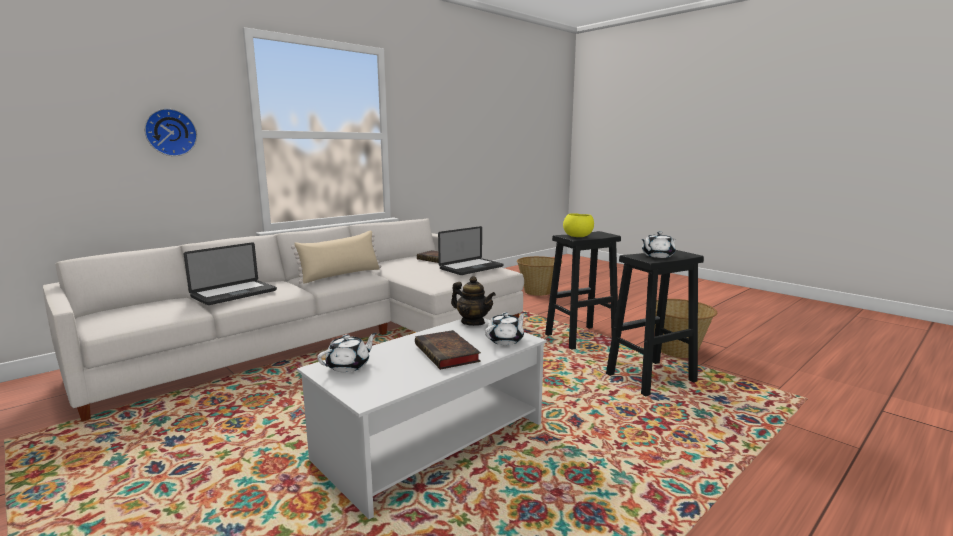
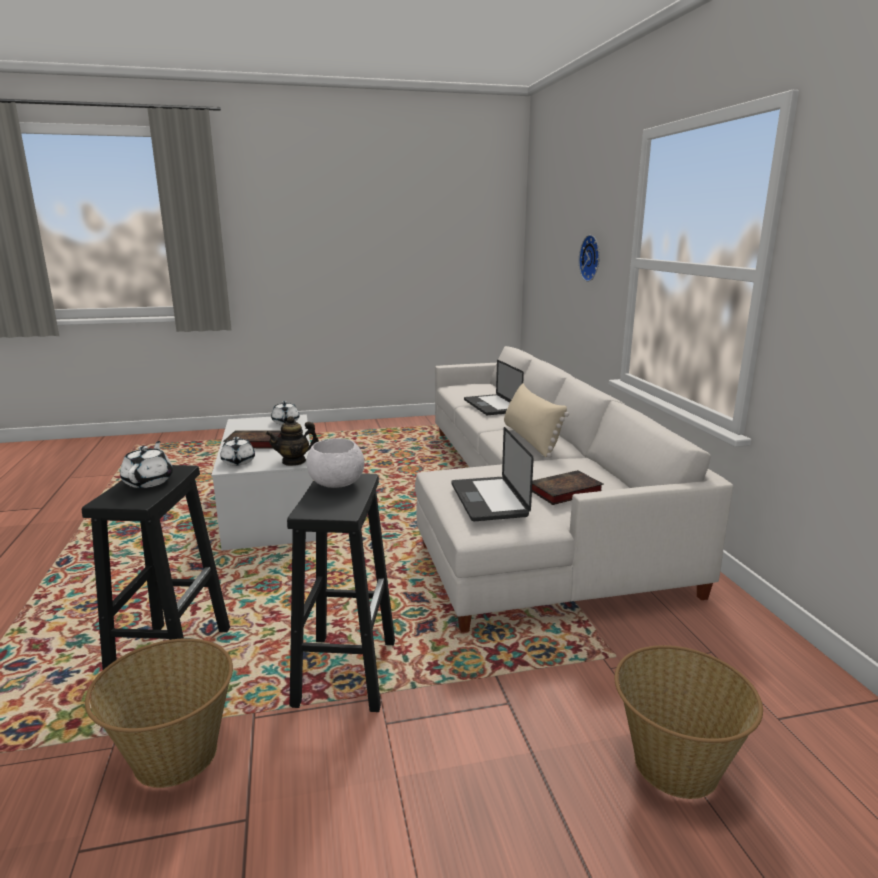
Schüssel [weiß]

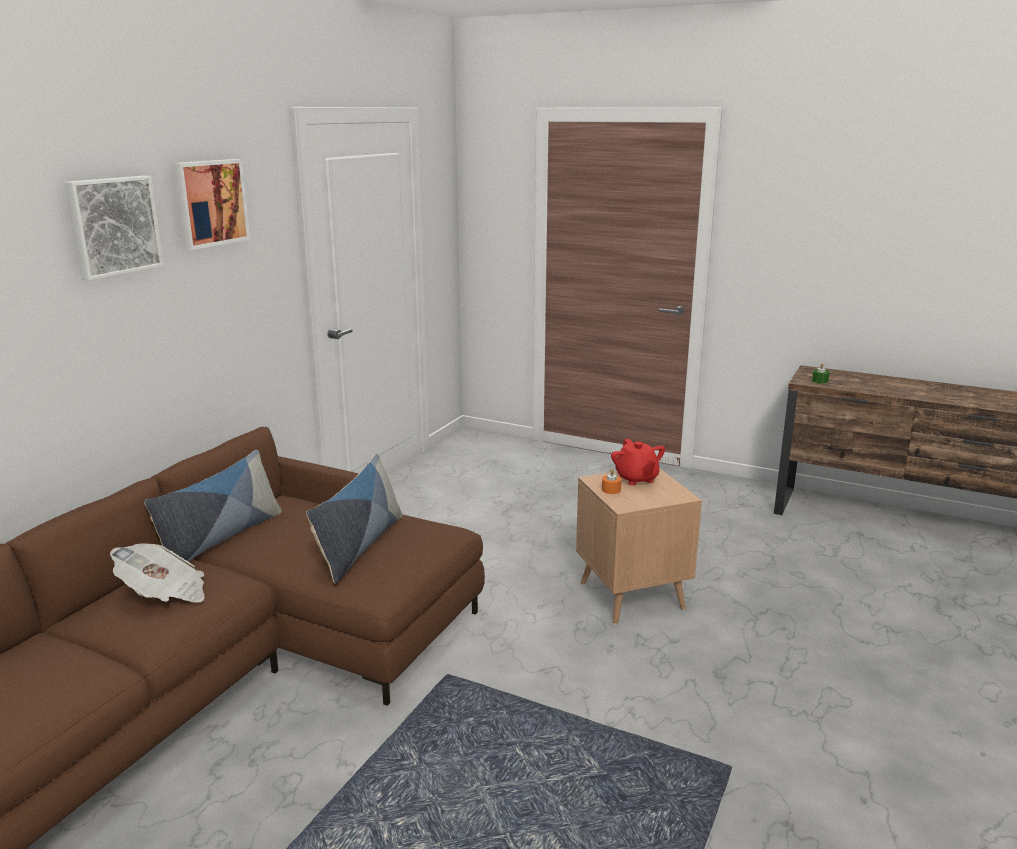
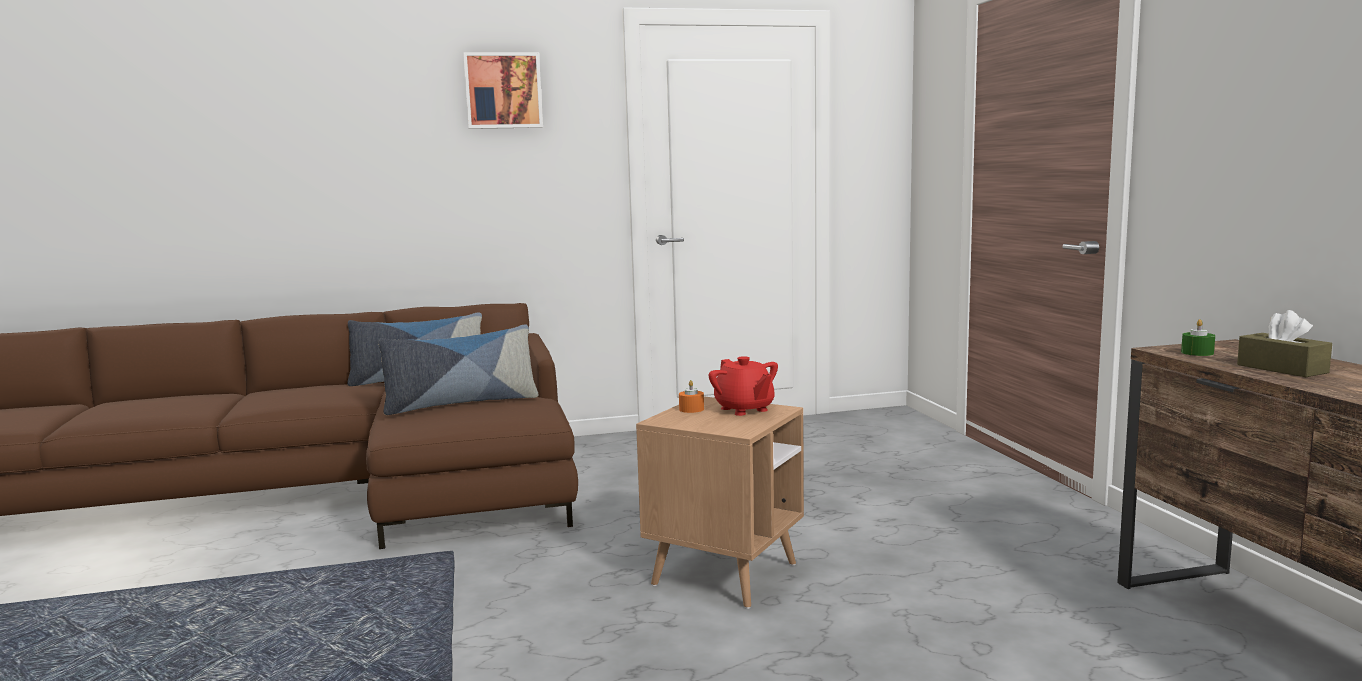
Bild (no. 1 from left in the first image)
Zeitung
Teekanne [rot]
Taschentuchbox [braun]

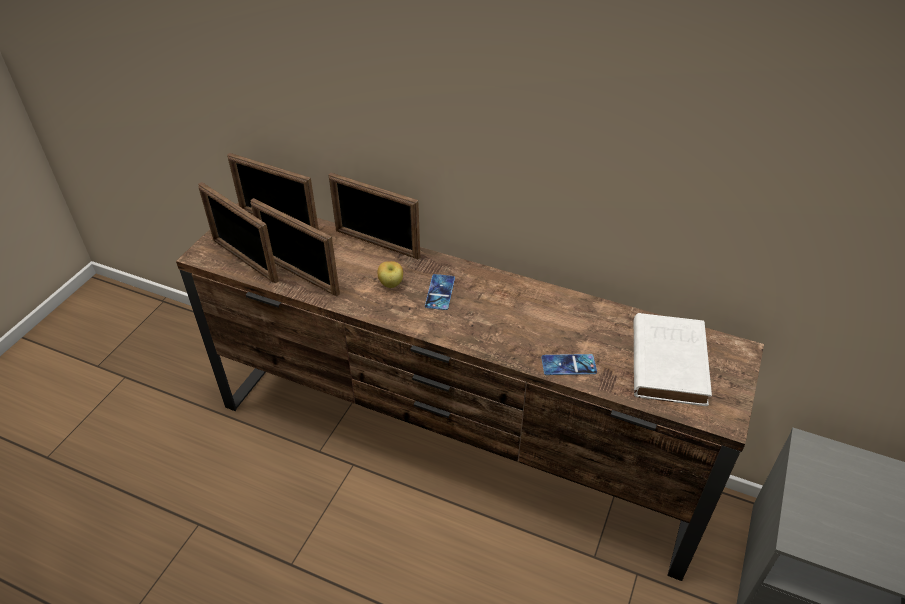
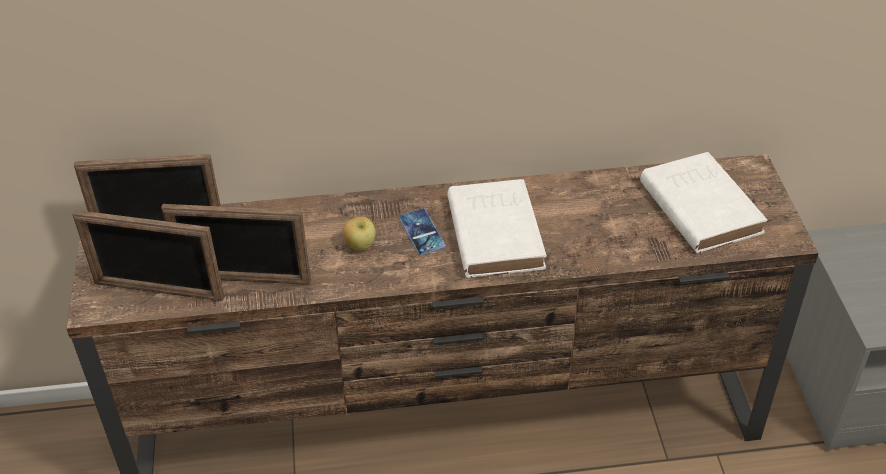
Bilderrahmen (no. 4 from left in the first image)
Handy (no. 2 from left in the first image)
Buch [weiß] (no. 1 from left)

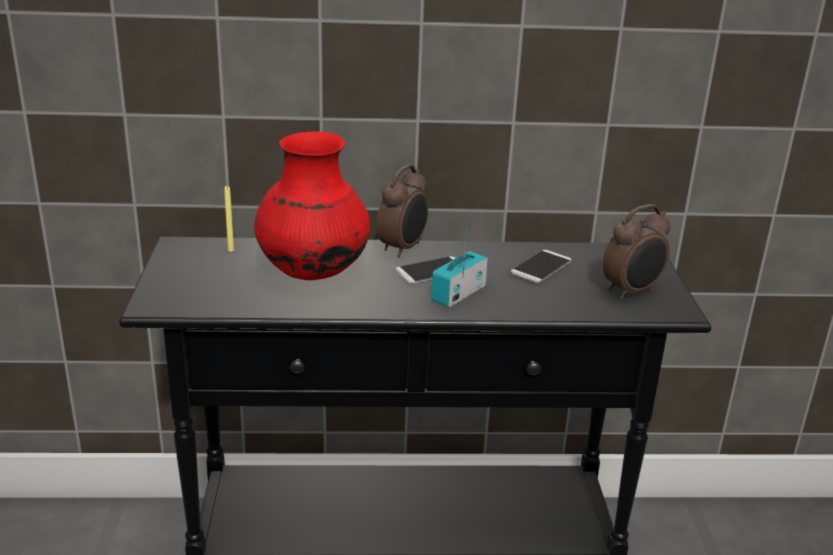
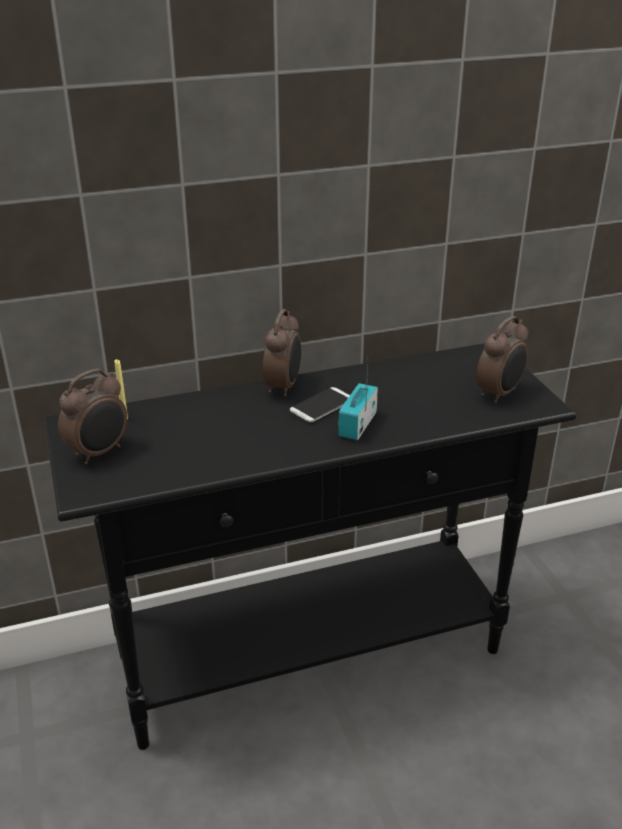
Vase [rot]
Handy (no. 2 from left in the first image)
Wecker (no. 1 from left)

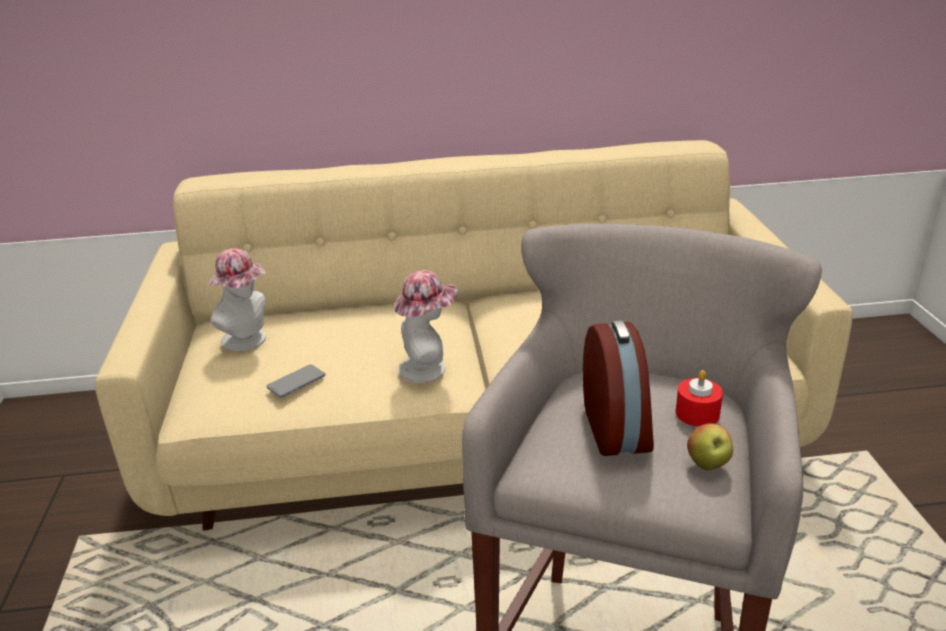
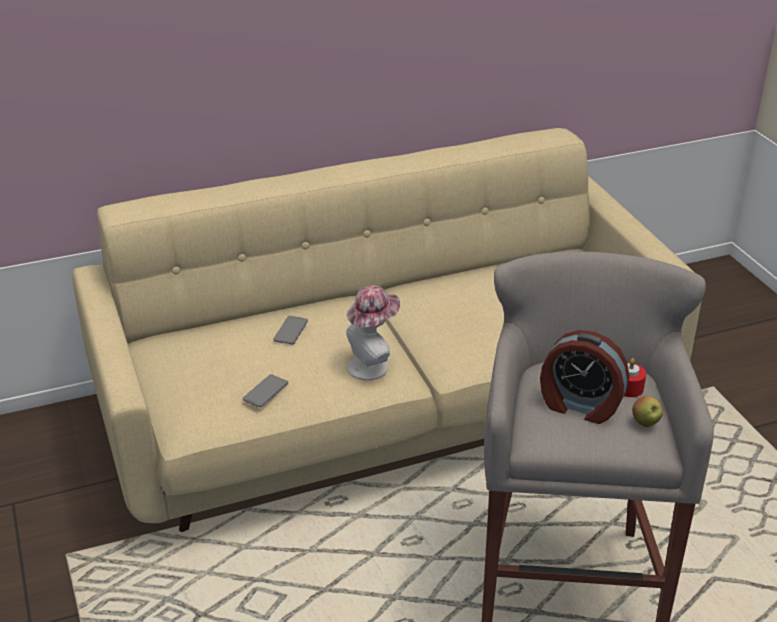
Hut (no. 1 from left in the first image)
Wecker
Handy (no. 2 from left)

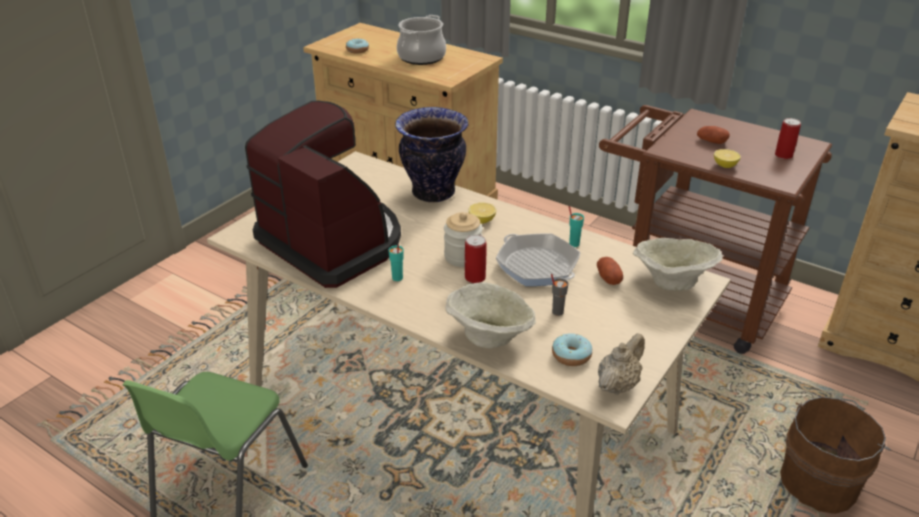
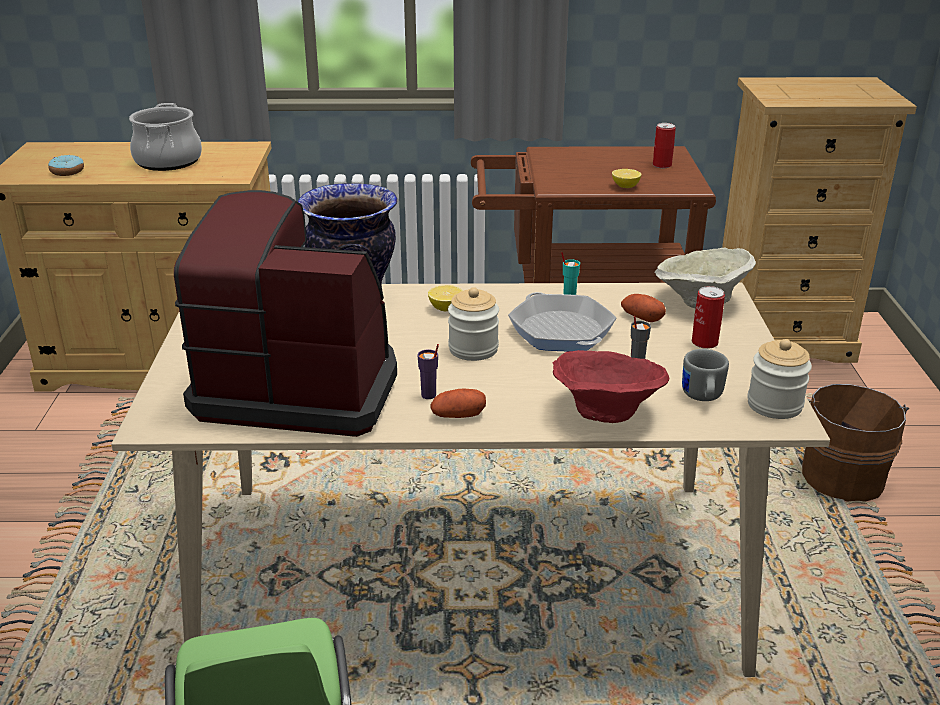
Tasse [lila]
Schüssel [rot]
Dose (no. 2 from left)
Pfanne
Henkelbecher [grau]
Vorratsglas (no. 2 from left)
Kartoffel (no. 1 from left)

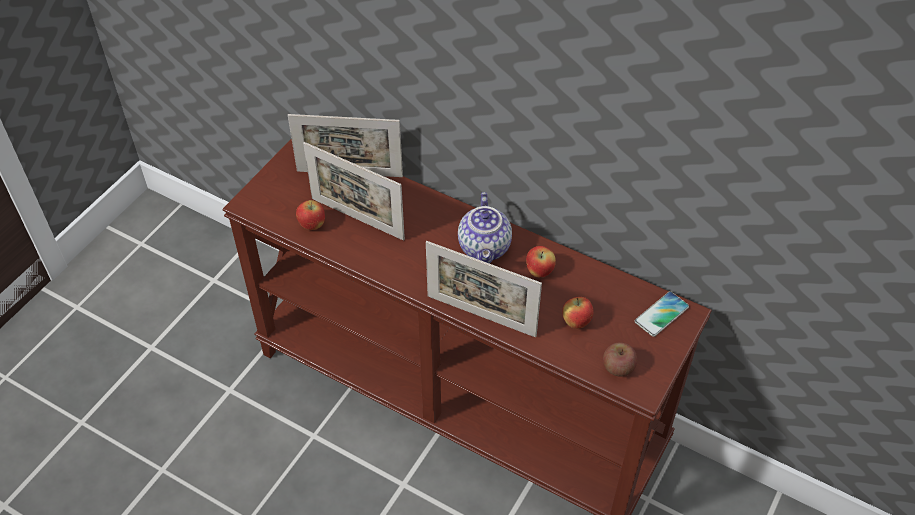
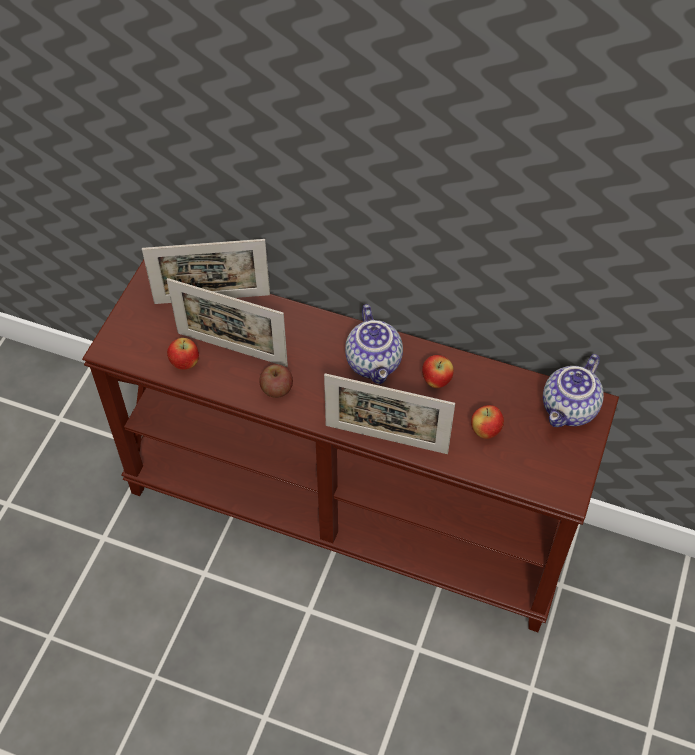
Apfel (no. 2 from left)
Teekanne (no. 2 from left)

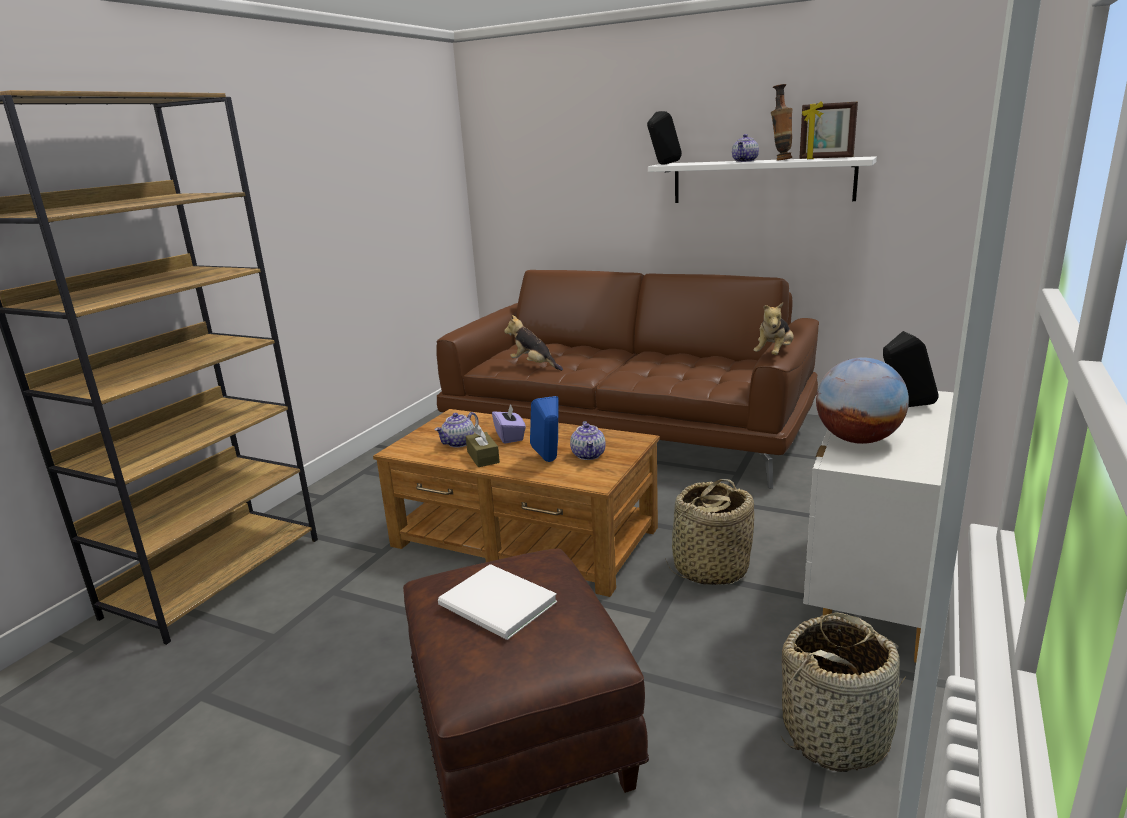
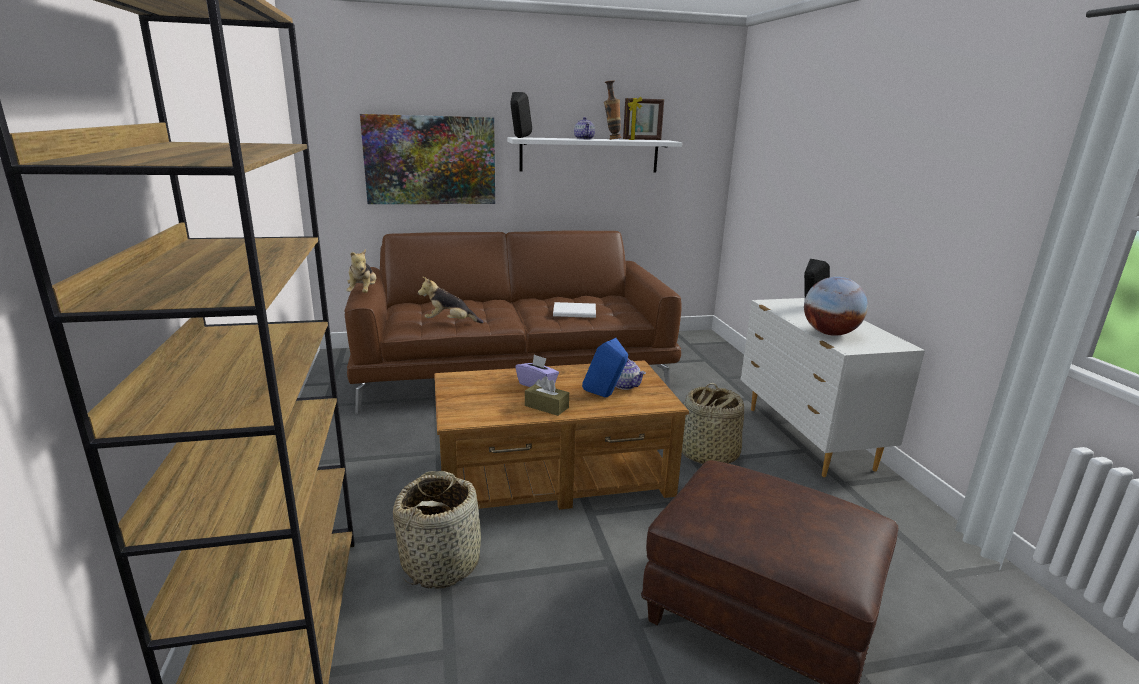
Teekanne (no. 1 from left in the first image)
Buch [weiß]
Plüschtier (no. 1 from left)
Korb (no. 1 from left)
Bild

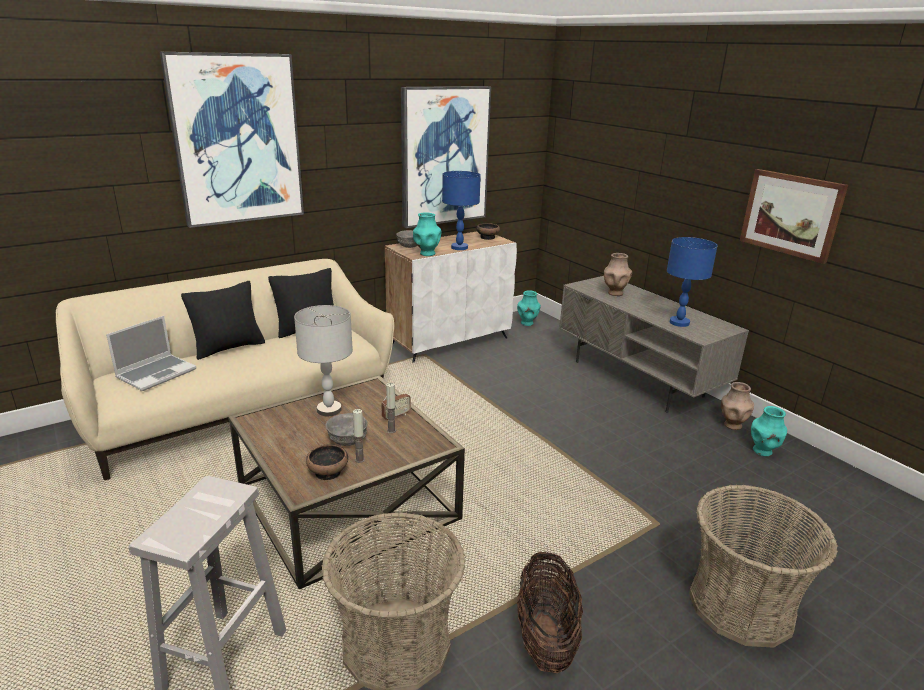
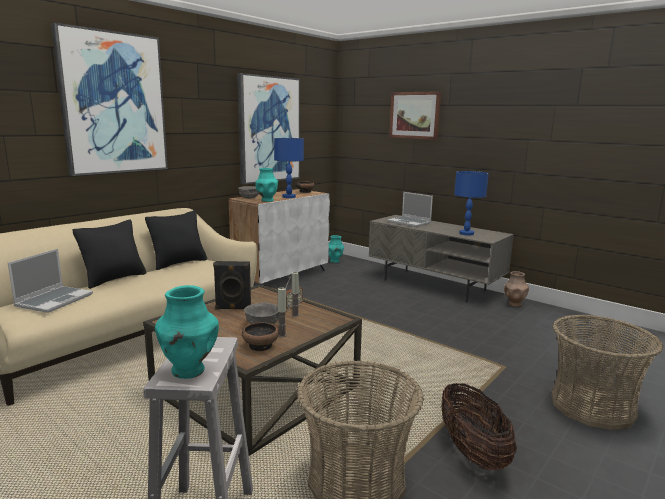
Lautsprecher [schwarz]
Laptop (no. 2 from left)
Bild (no. 3 from left)
Vase [türkis] (no. 1 from left)

